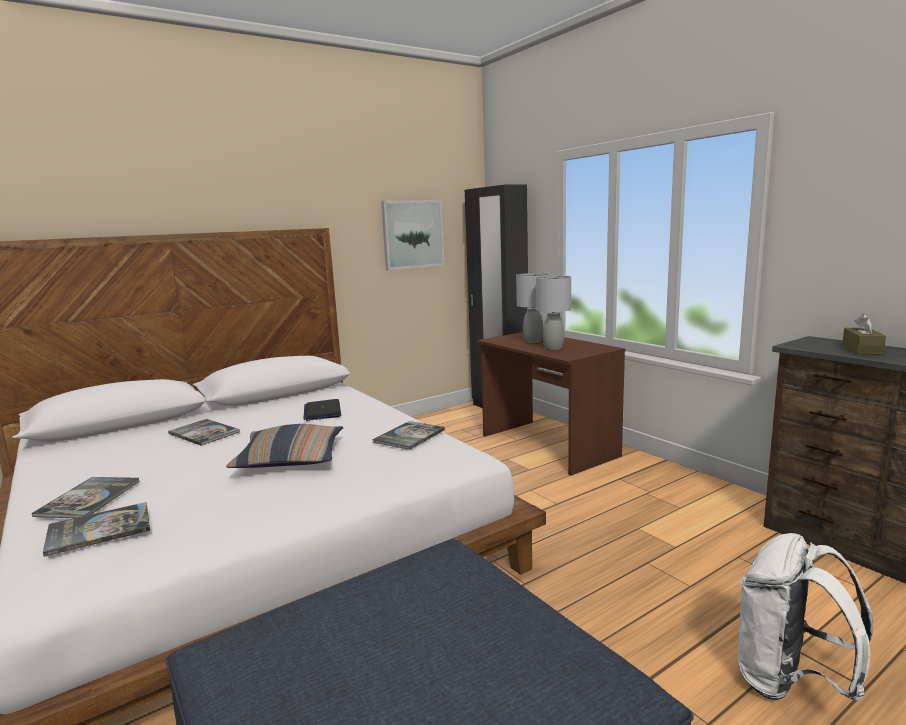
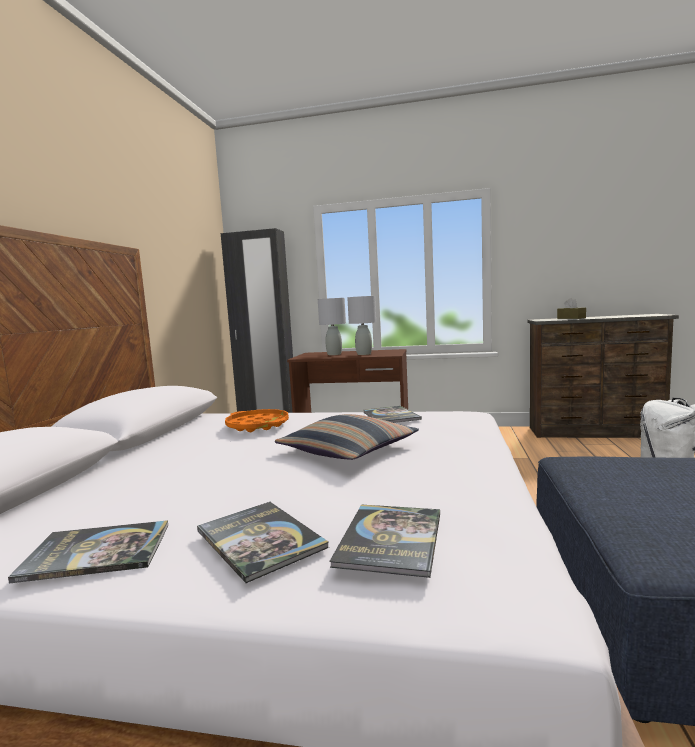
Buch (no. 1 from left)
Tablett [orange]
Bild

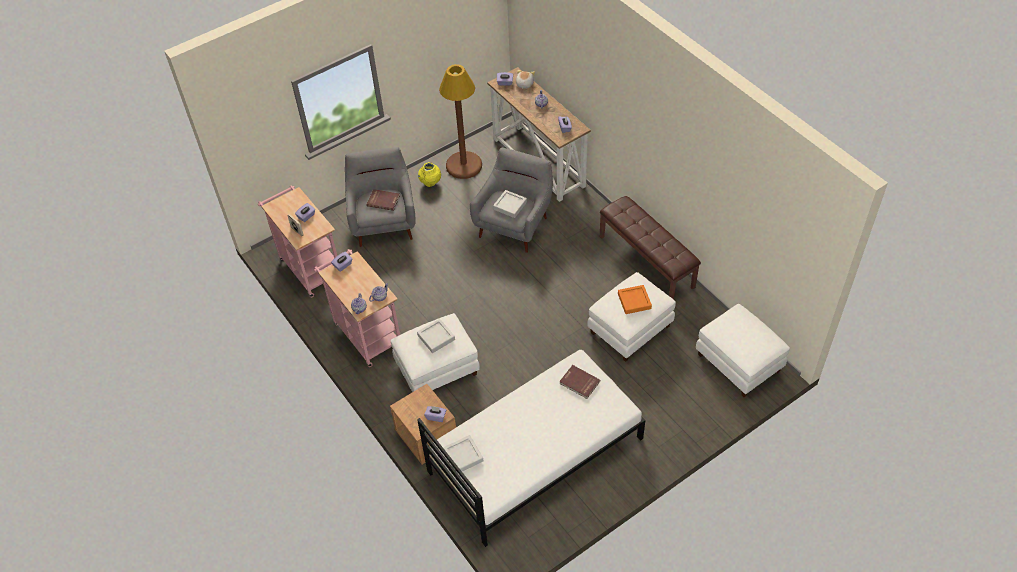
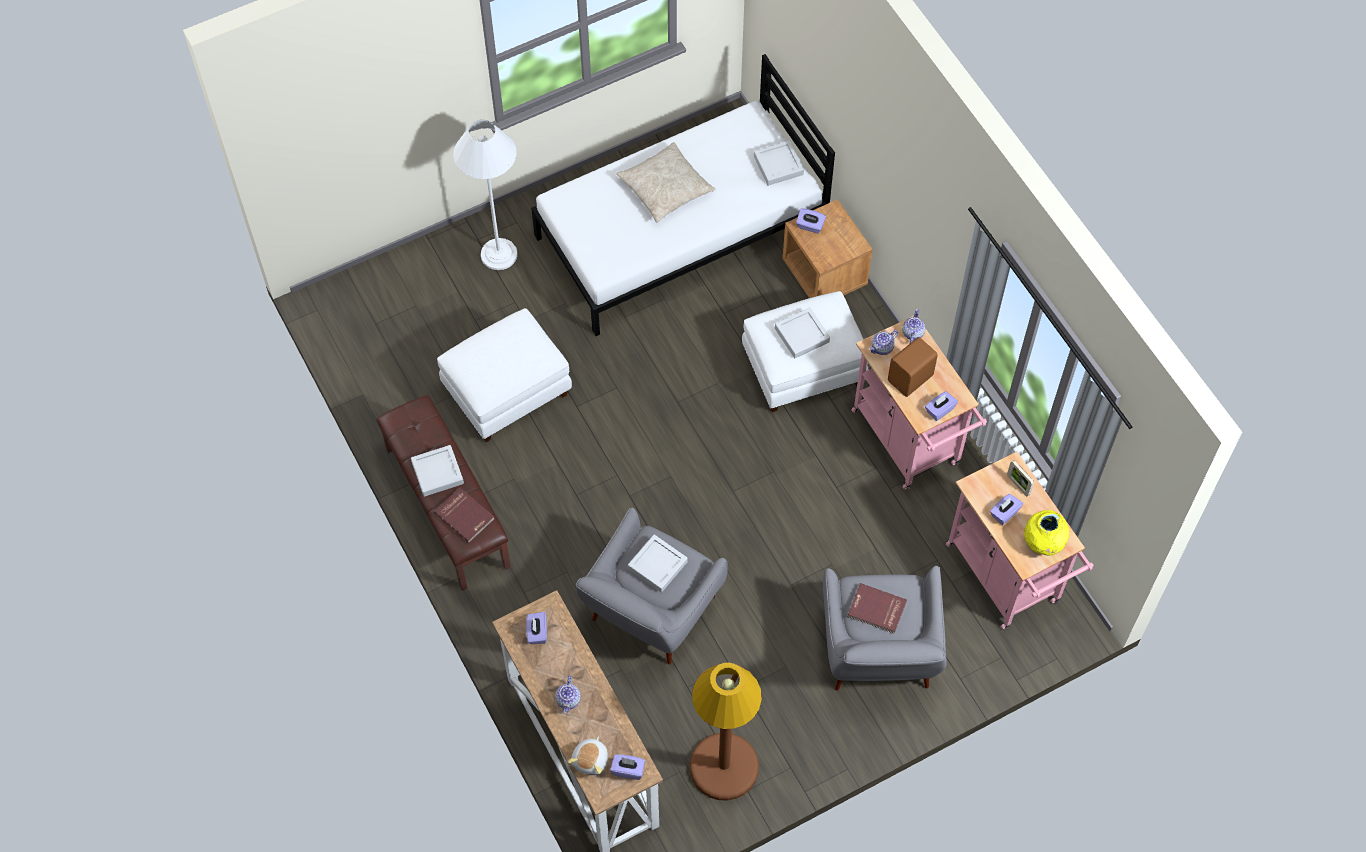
Vase [gelb]
Buch [rot] (no. 1 from left)
Tablett [orange]
Polsterhocker [weiß] (no. 3 from left in the first image)
Tablett [grau] (no. 1 from left)
Stehlampe [weiß]
Kissen [beige]
Lautsprecher [braun]

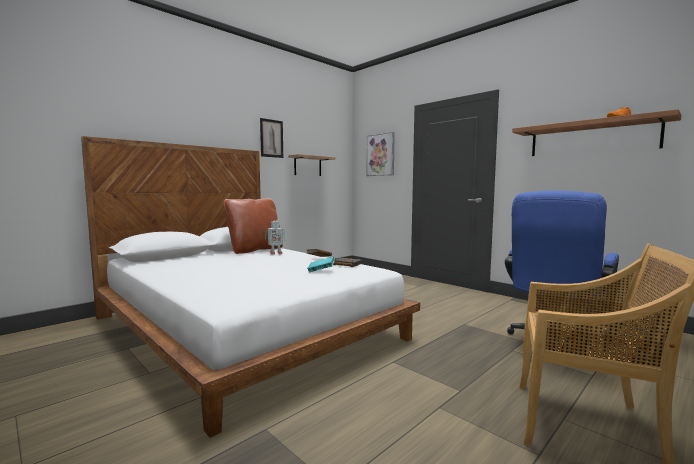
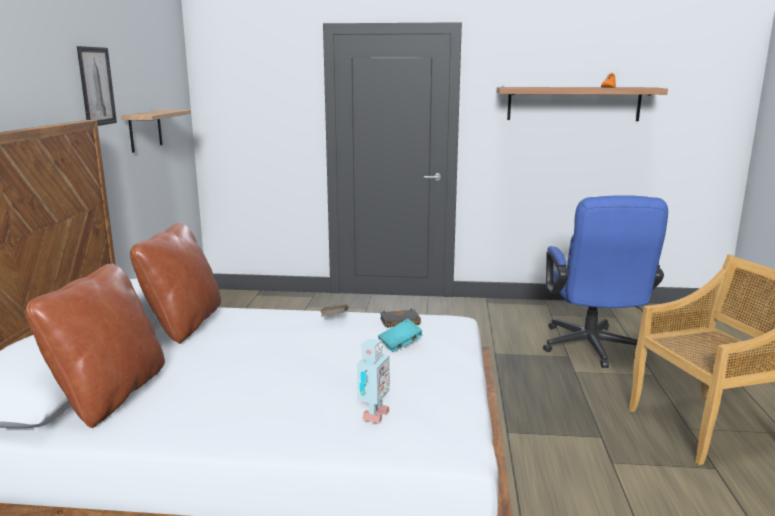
Spielzeugroboter
Bild (no. 2 from left in the first image)
Kissen [braun] (no. 1 from left)

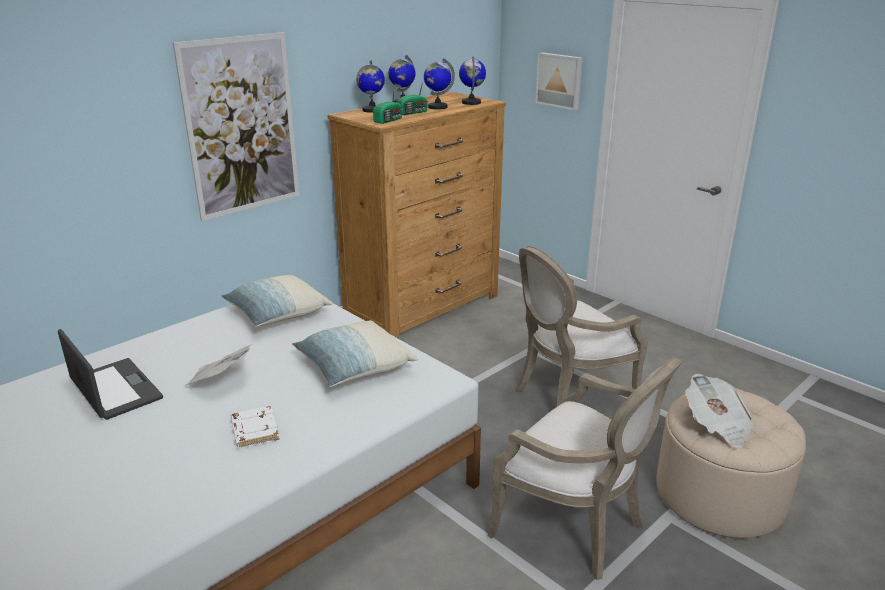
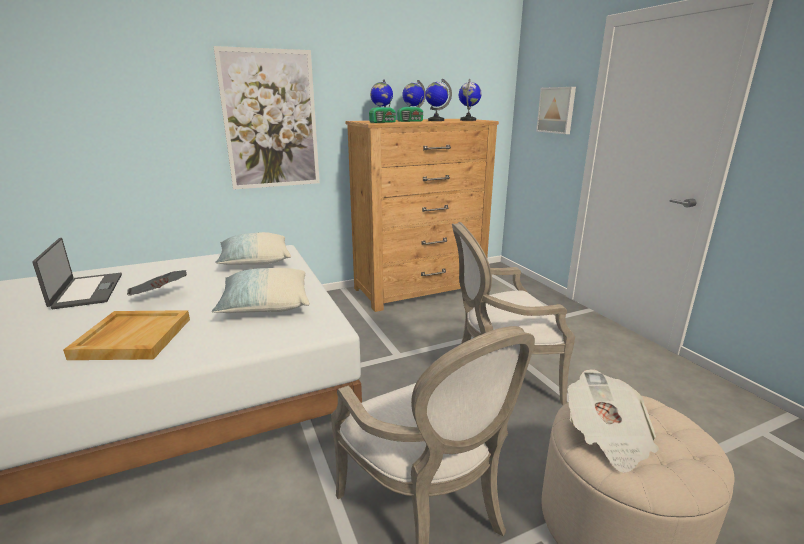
Tablett [beige]

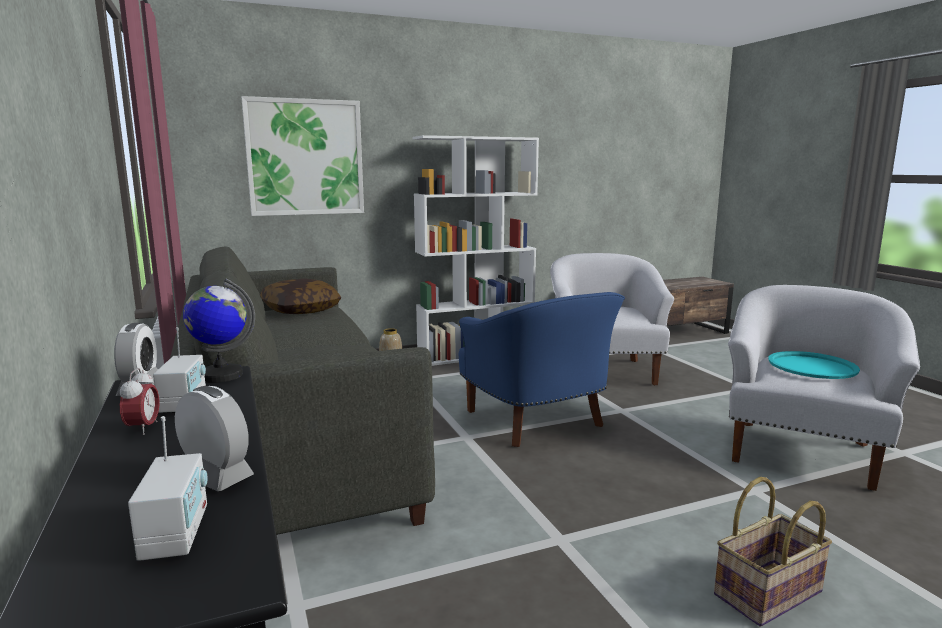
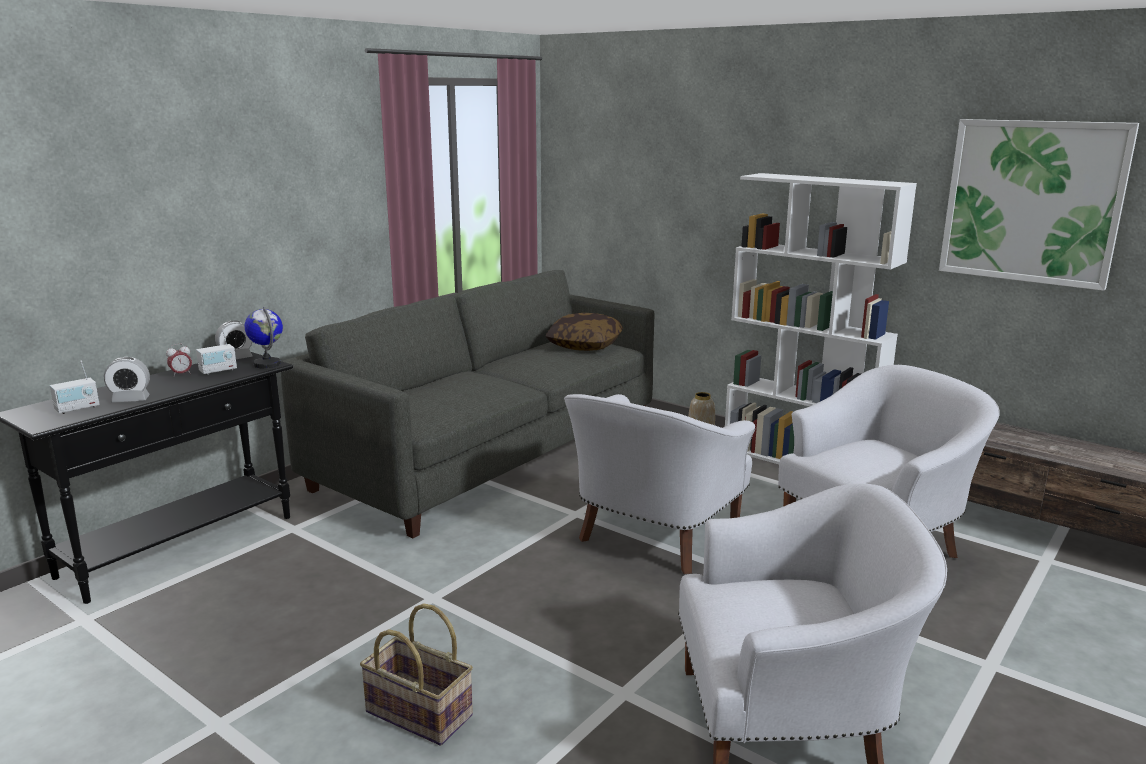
Wecker (no. 1 from left)
Bild
Sessel [weiß] (no. 1 from left)
Tablett [türkis]

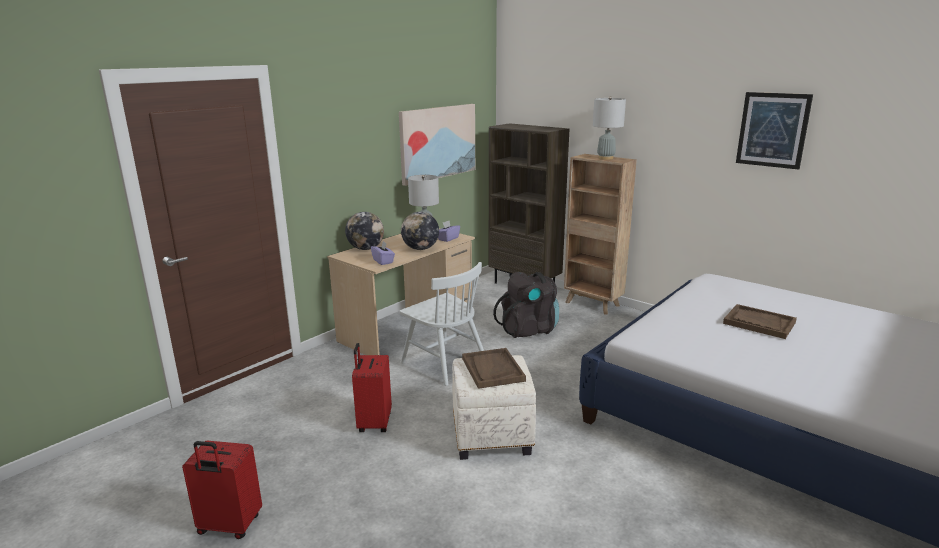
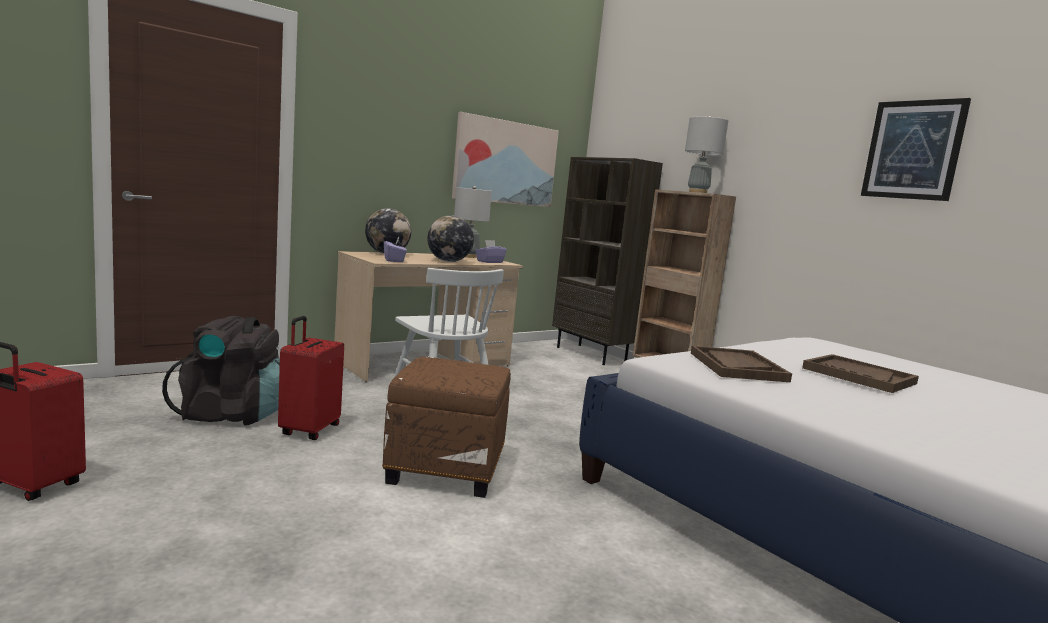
Polsterhocker [braun]
Tablett [braun] (no. 1 from left)
Rucksack [schwarz]

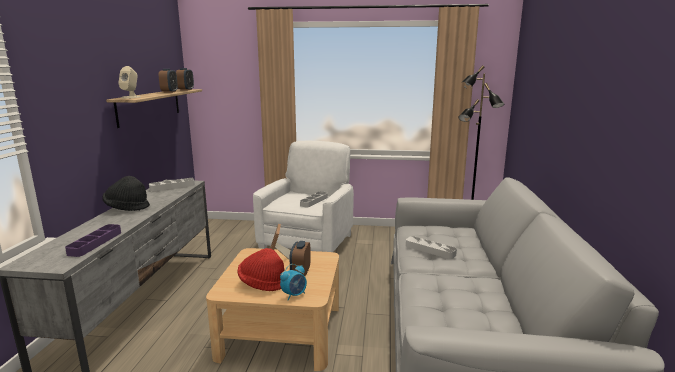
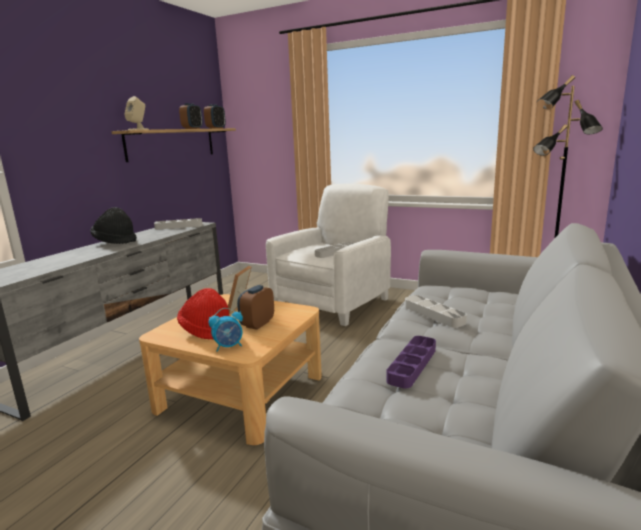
Tablett [lila]

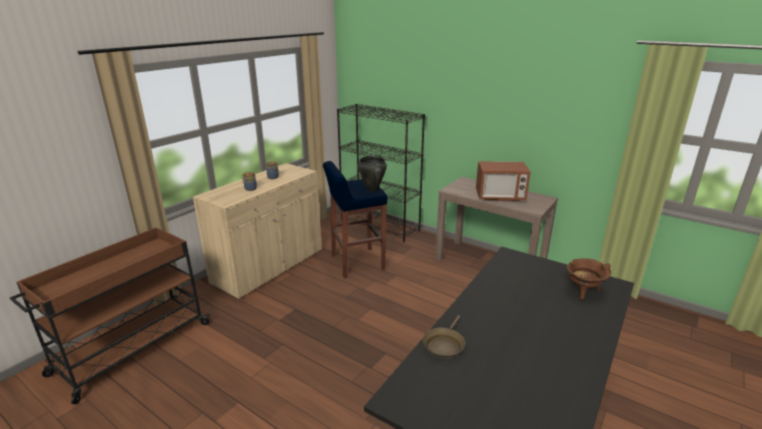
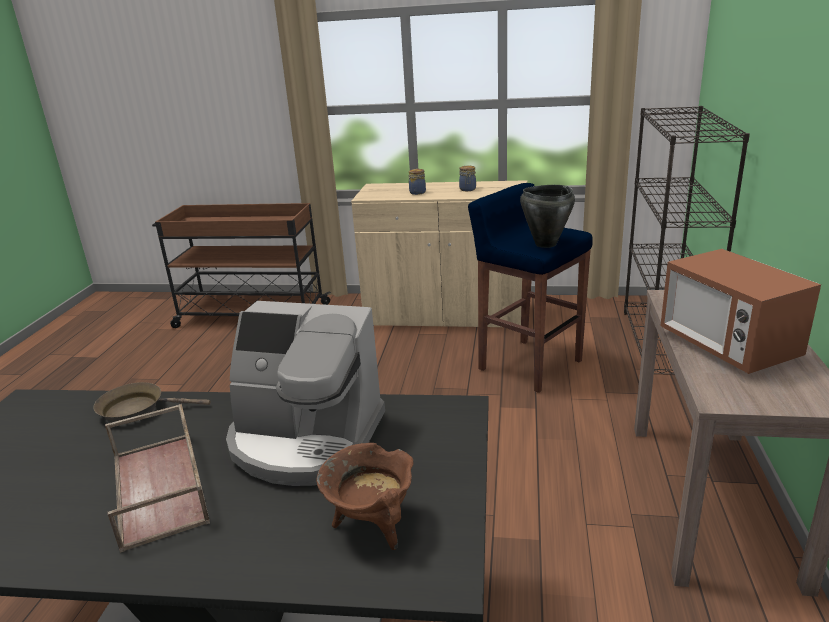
Tablett [braun]
Kaffeemaschine

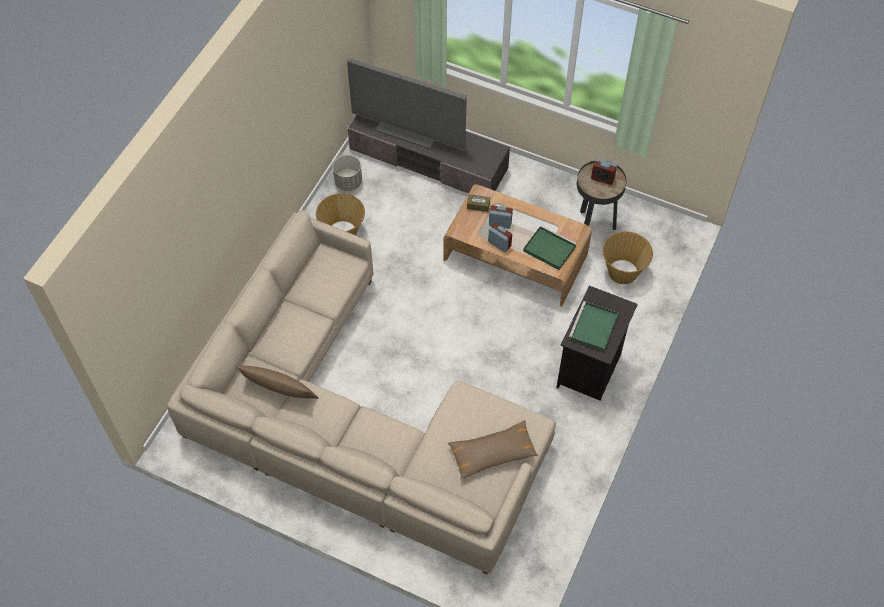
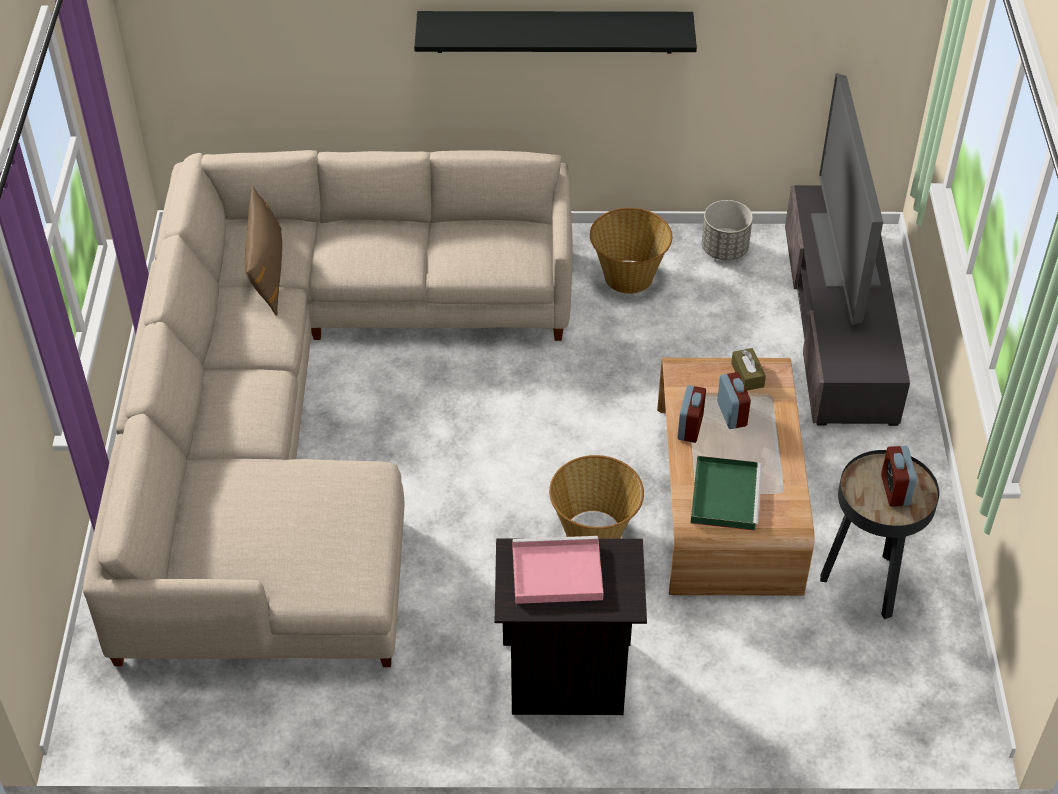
Kissen [braun] (no. 2 from left in the first image)
Tablett [rosa]
Korb (no. 1 from left)
Wandregal [schwarz]

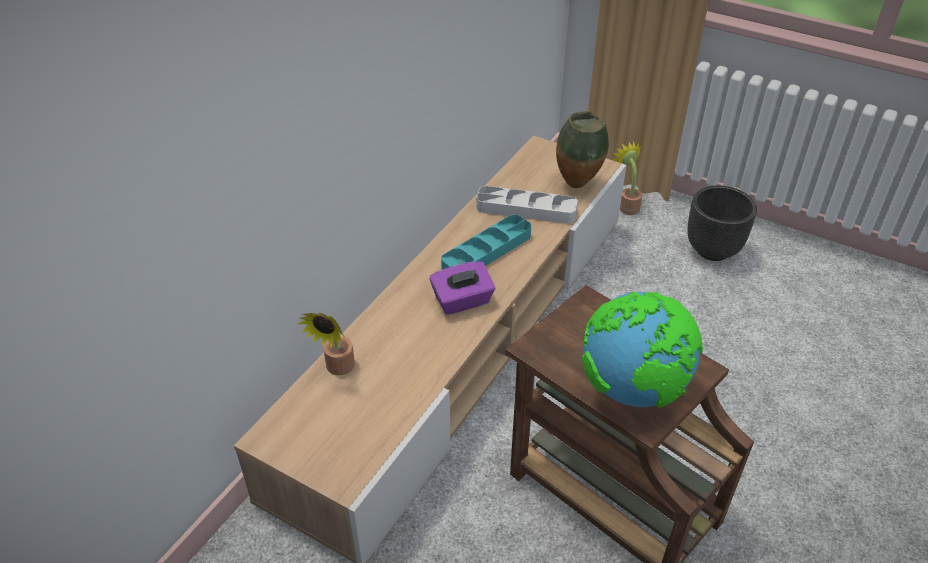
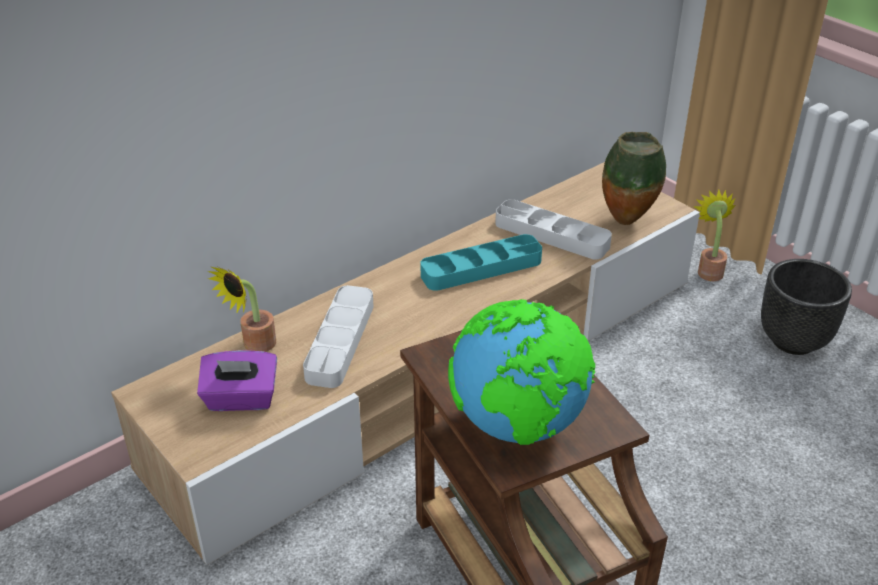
Taschentuchbox [lila]
Tablett [grau] (no. 1 from left)

